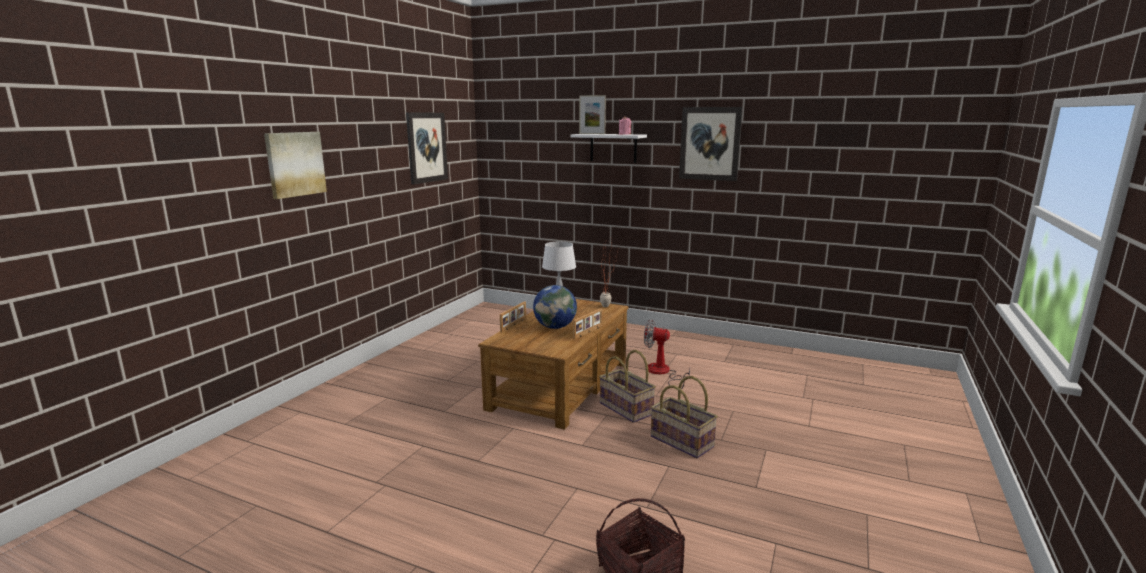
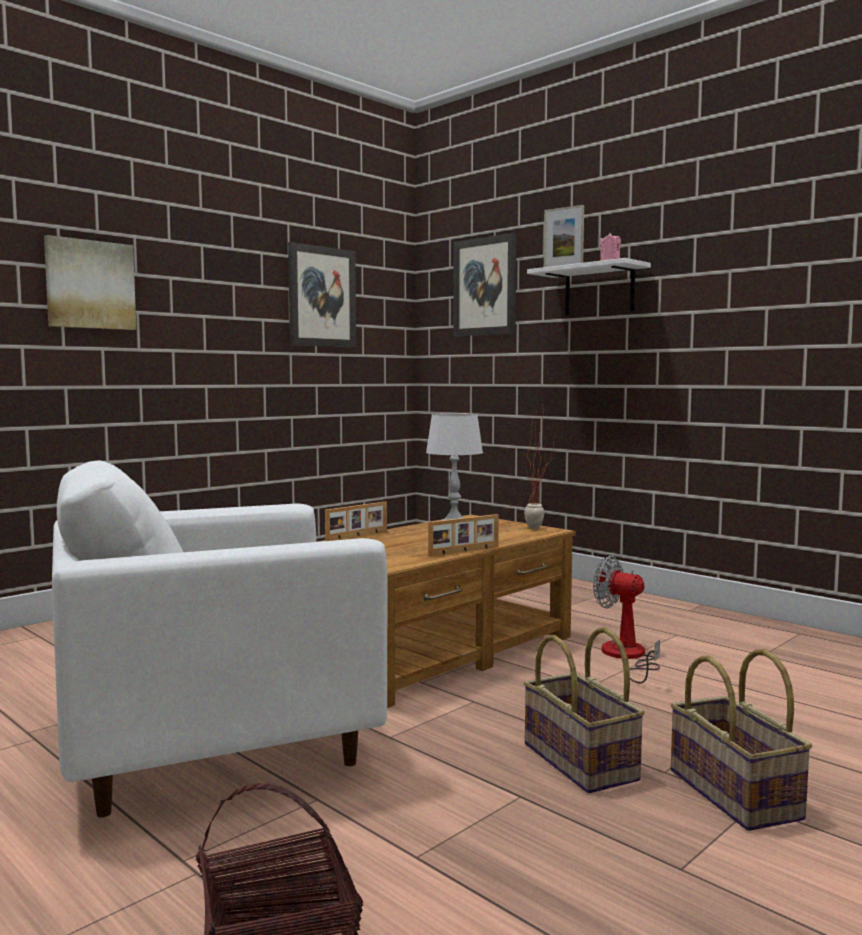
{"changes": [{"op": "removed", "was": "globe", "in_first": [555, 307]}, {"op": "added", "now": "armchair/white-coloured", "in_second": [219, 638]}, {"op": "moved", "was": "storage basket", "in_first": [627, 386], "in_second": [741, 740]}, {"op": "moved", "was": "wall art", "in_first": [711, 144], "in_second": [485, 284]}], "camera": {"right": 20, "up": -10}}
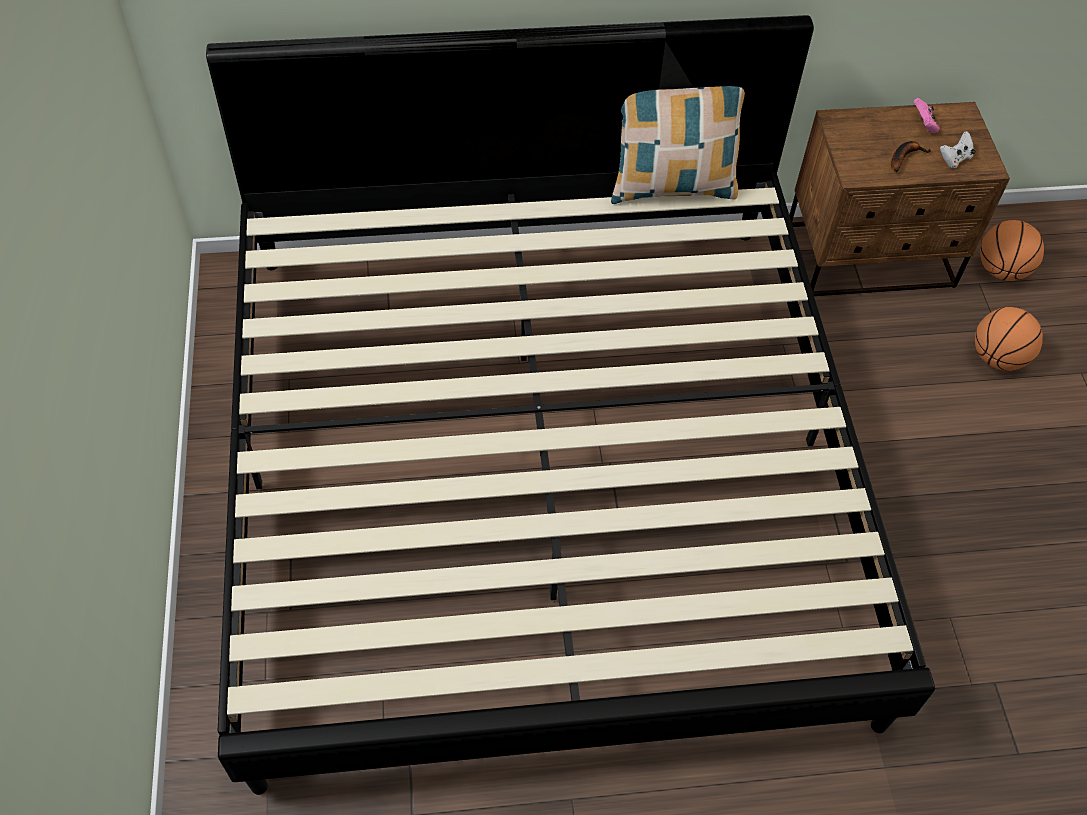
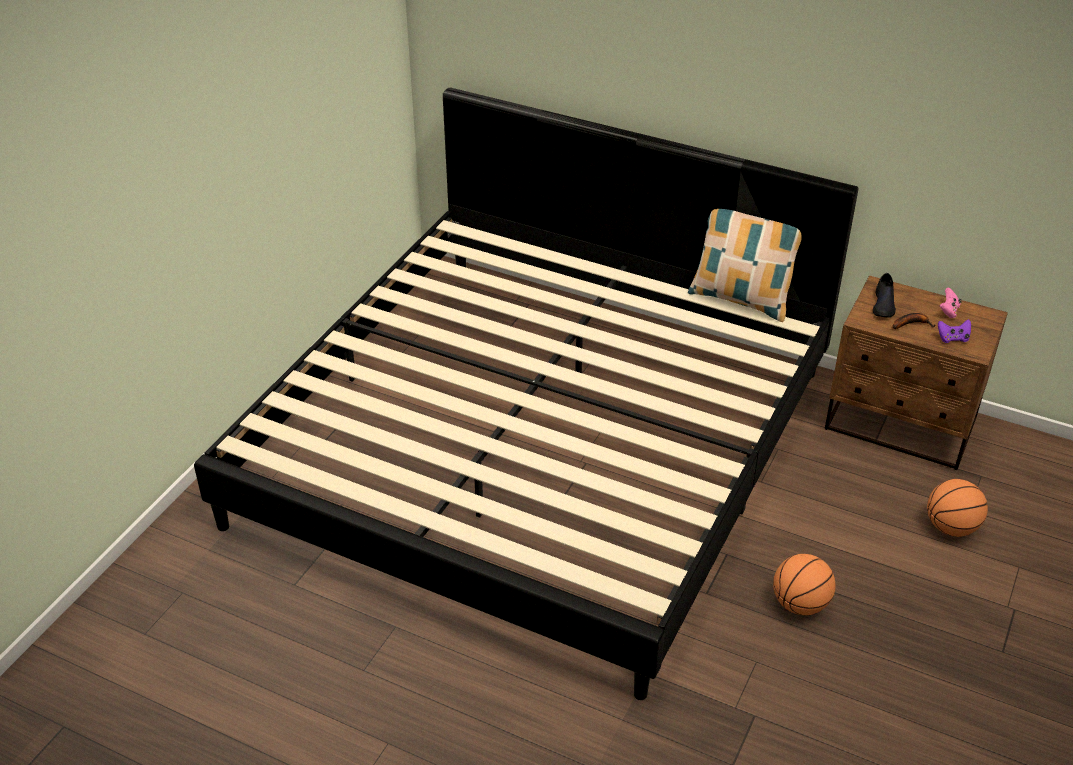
{"changes": [{"op": "added", "now": "low shoe/black", "in_second": [884, 295]}, {"op": "moved", "was": "ball for basketball", "in_first": [1012, 250], "in_second": [804, 585]}, {"op": "recoloured", "was": "gamepad/white-coloured", "now": "gamepad/purple-coloured", "in_first": [957, 149], "in_second": [954, 331]}], "camera": {"right": 35, "up": -15}}
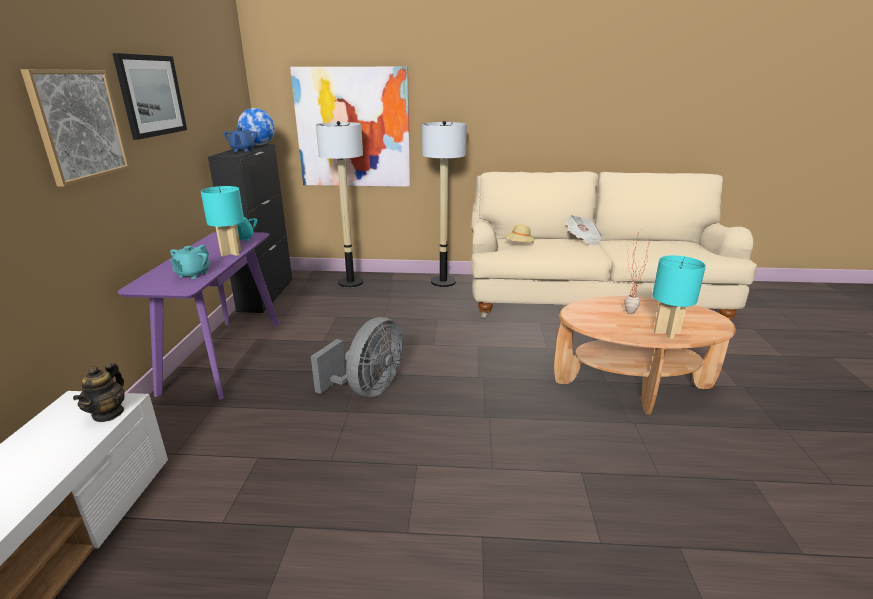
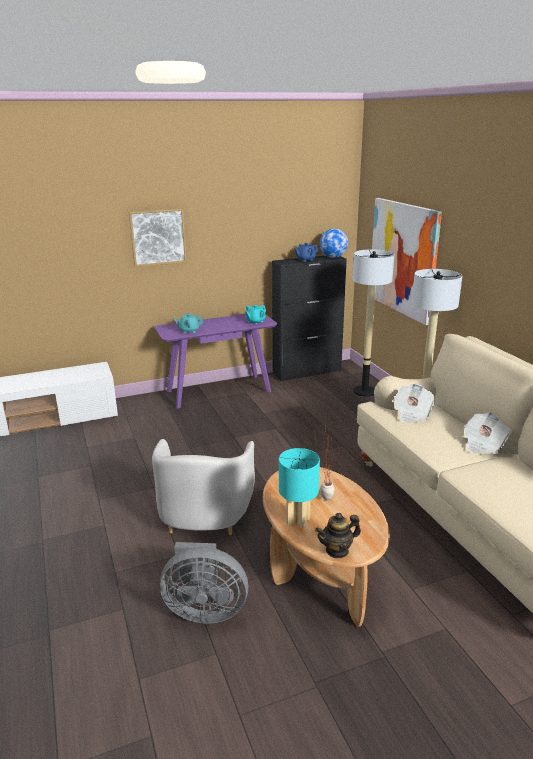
{"changes": [{"op": "removed", "was": "wall art", "in_first": [149, 96]}, {"op": "removed", "was": "lamp for a table/turquoise-coloured", "in_first": [222, 221]}, {"op": "added", "now": "armchair/white-coloured", "in_second": [203, 487]}, {"op": "moved", "was": "teapot", "in_first": [99, 392], "in_second": [338, 535]}, {"op": "moved", "was": "electric fan/grey", "in_first": [357, 357], "in_second": [204, 583]}, {"op": "replaced", "was": "clothing hat/sand-coloured", "now": "printed paper", "in_first": [520, 233], "in_second": [414, 403]}], "camera": {"right": 65, "up": 0}}
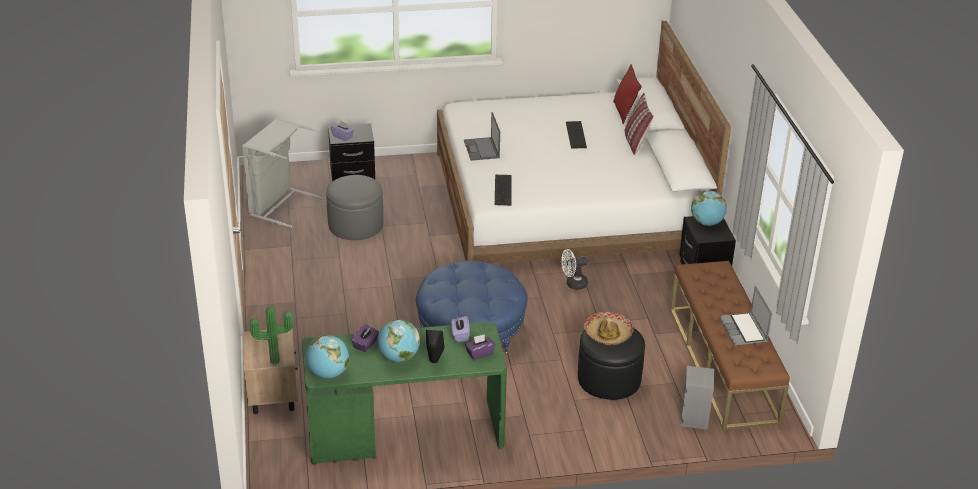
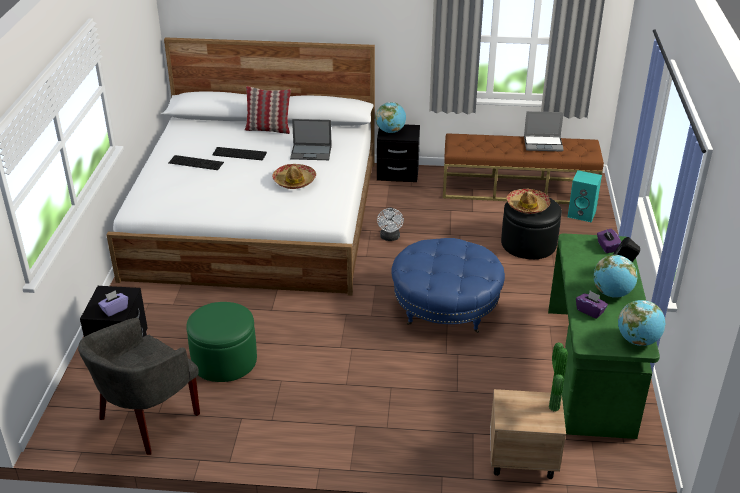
{"changes": [{"op": "removed", "was": "box of tissues/purple-coloured", "in_first": [460, 329]}, {"op": "removed", "was": "cushion/red", "in_first": [627, 94]}, {"op": "added", "now": "clothing hat", "in_second": [294, 176]}, {"op": "moved", "was": "notebook computer", "in_first": [482, 136], "in_second": [311, 139]}, {"op": "moved", "was": "computer keyboard", "in_first": [503, 190], "in_second": [196, 162]}, {"op": "replaced", "was": "washing basket/grey", "now": "armchair/grey", "in_first": [282, 173], "in_second": [139, 386]}, {"op": "recoloured", "was": "pouffe/grey", "now": "pouffe/green-coloured", "in_first": [354, 207], "in_second": [221, 342]}, {"op": "recoloured", "was": "audio speaker/grey", "now": "audio speaker/turquoise-coloured", "in_first": [697, 398], "in_second": [585, 196]}], "camera": {"right": -75, "up": 0}}
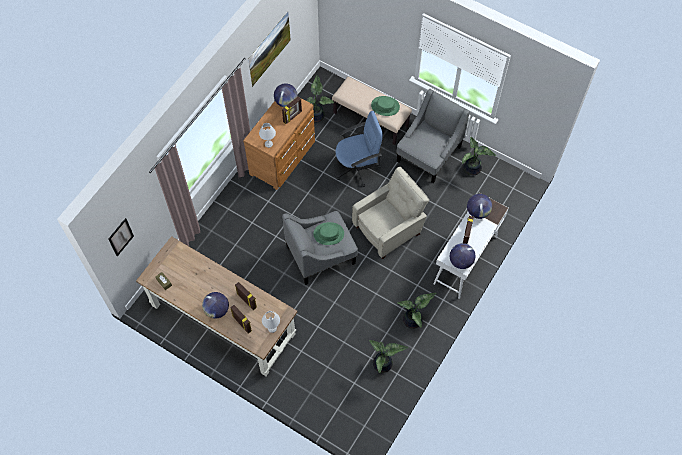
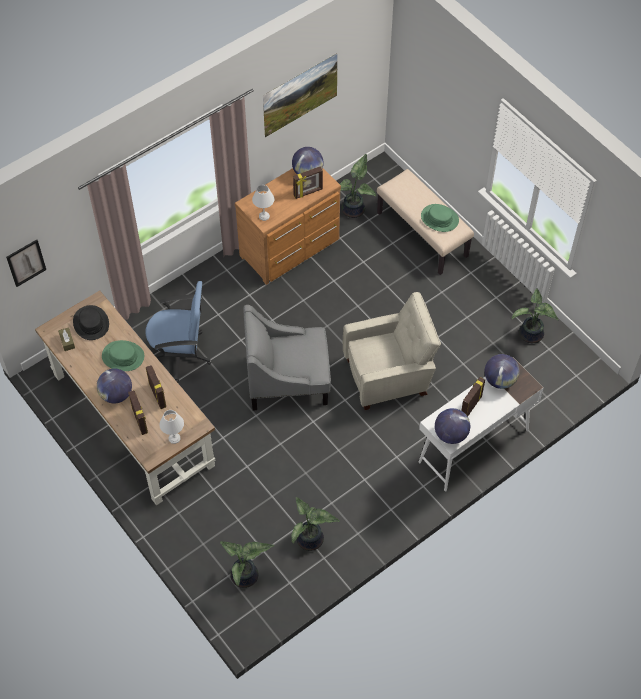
{"changes": [{"op": "removed", "was": "armchair/grey", "in_first": [433, 136]}, {"op": "added", "now": "clothing hat/black", "in_second": [91, 322]}, {"op": "moved", "was": "clothing hat/green-coloured", "in_first": [329, 233], "in_second": [123, 355]}, {"op": "moved", "was": "desk chair/blue", "in_first": [359, 149], "in_second": [178, 332]}, {"op": "moved", "was": "houseplant", "in_first": [416, 311], "in_second": [247, 564]}], "camera": {"right": 20, "up": -5}}
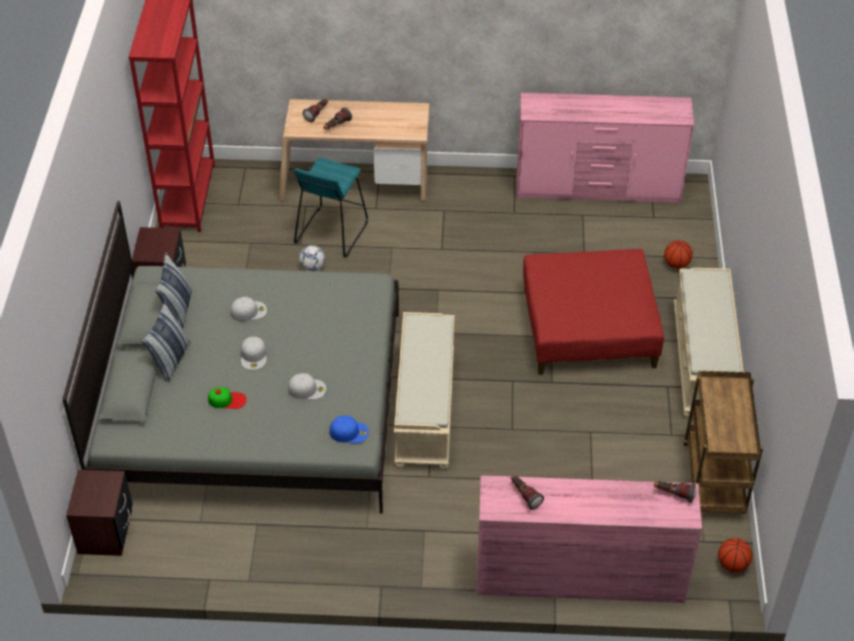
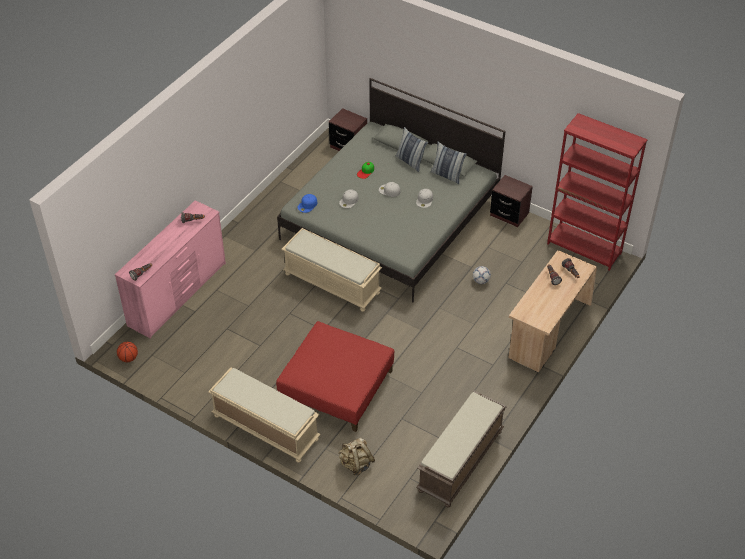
{"changes": [{"op": "removed", "was": "sitting stool/turquoise-coloured", "in_first": [331, 207]}, {"op": "removed", "was": "wheeled cart/brown-coloured", "in_first": [723, 442]}, {"op": "replaced", "was": "drawer chest/pink-coloured", "now": "long seat/brown-coloured", "in_first": [605, 148], "in_second": [461, 449]}, {"op": "replaced", "was": "ball for basketball", "now": "backpack/sand-coloured", "in_first": [678, 254], "in_second": [357, 457]}], "camera": {"right": 120, "up": 0}}
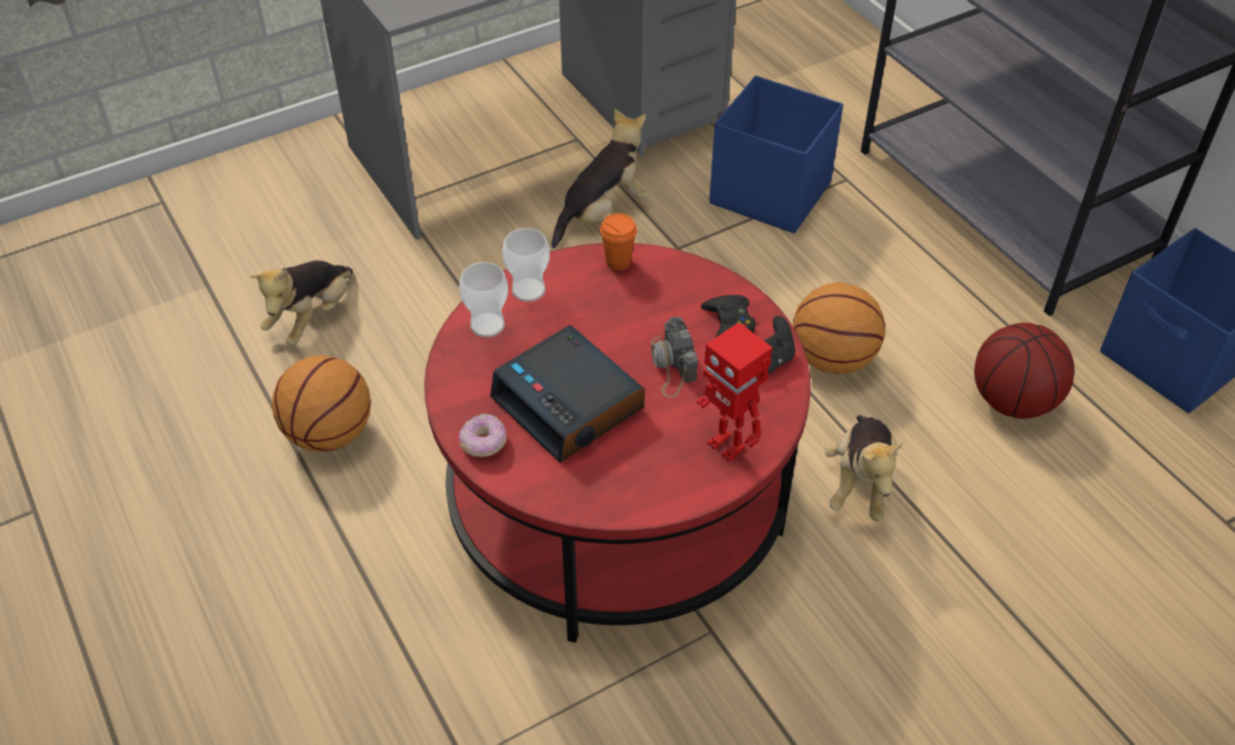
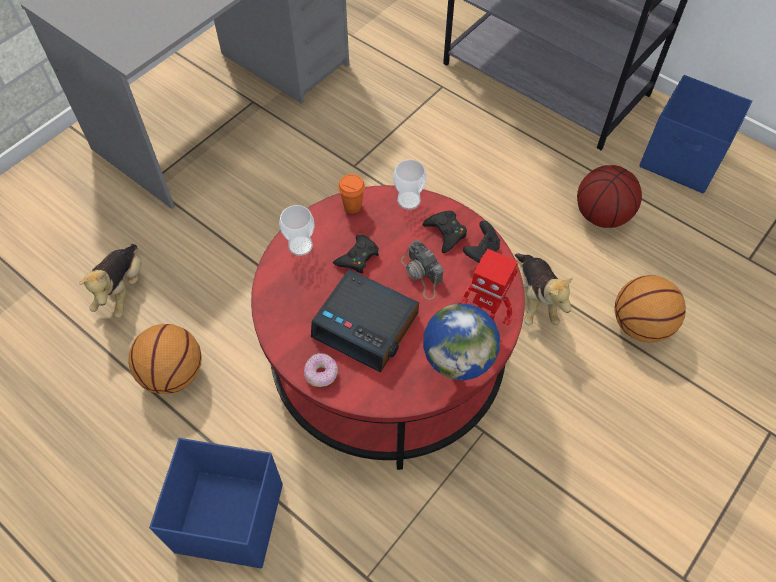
{"changes": [{"op": "removed", "was": "soft toy", "in_first": [600, 178]}, {"op": "added", "now": "gamepad/black", "in_second": [356, 254]}, {"op": "added", "now": "globe", "in_second": [461, 341]}, {"op": "moved", "was": "drinking cup", "in_first": [483, 299], "in_second": [410, 184]}, {"op": "moved", "was": "storage container/blue", "in_first": [776, 154], "in_second": [216, 503]}, {"op": "moved", "was": "ball for basketball", "in_first": [839, 328], "in_second": [650, 309]}], "camera": {"right": -20, "up": 10}}
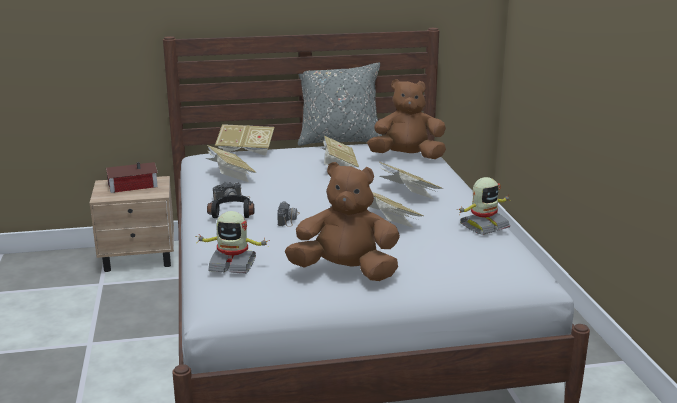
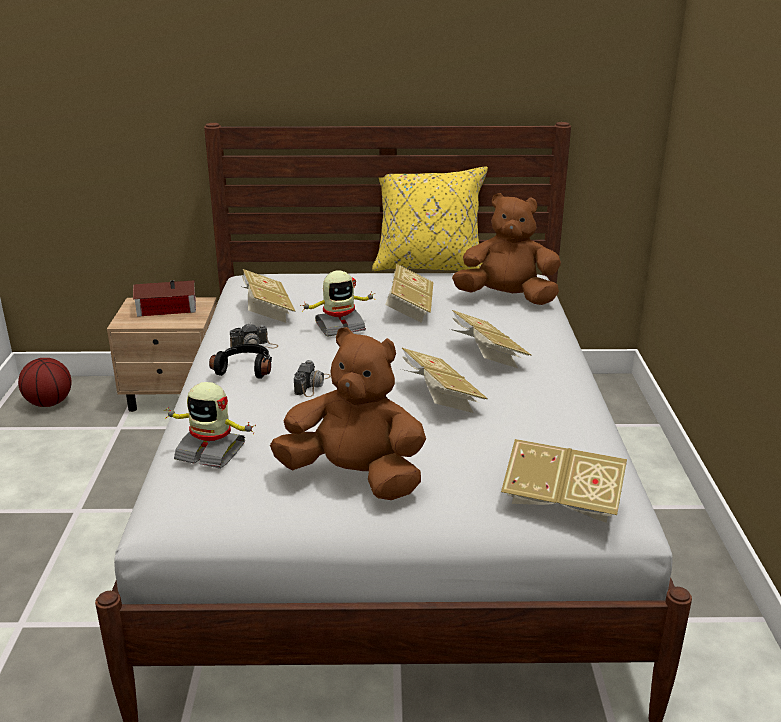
{"changes": [{"op": "added", "now": "ball for basketball", "in_second": [45, 382]}, {"op": "moved", "was": "book", "in_first": [245, 140], "in_second": [564, 481]}, {"op": "moved", "was": "robot figure", "in_first": [484, 206], "in_second": [338, 303]}, {"op": "recoloured", "was": "cushion/grey", "now": "cushion/yellow", "in_first": [340, 104], "in_second": [430, 219]}], "camera": {"right": 10, "up": 5}}
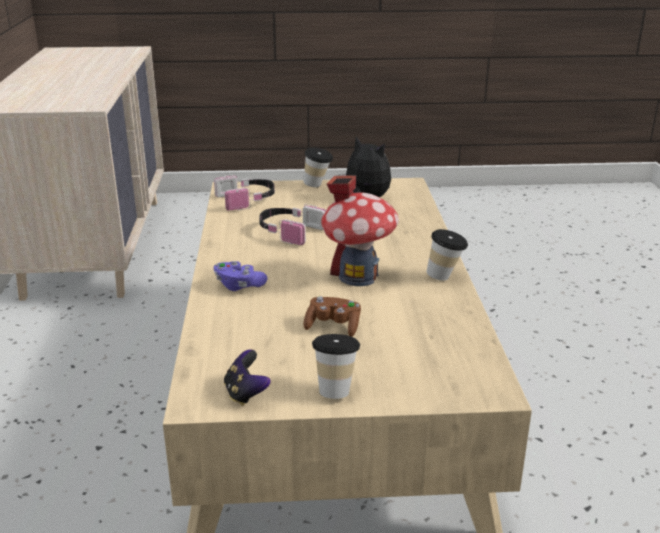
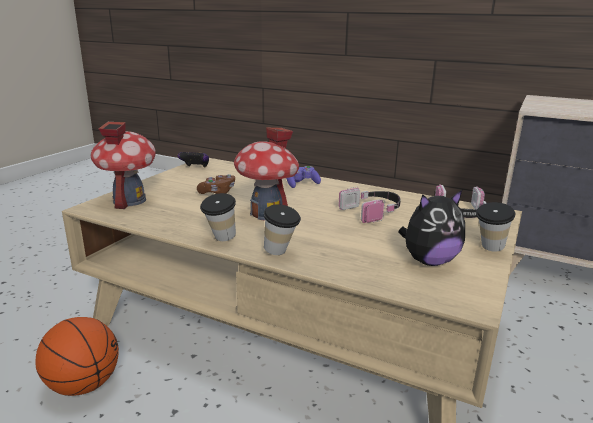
{"changes": [{"op": "added", "now": "ball for basketball", "in_second": [77, 356]}, {"op": "added", "now": "model house", "in_second": [123, 165]}, {"op": "moved", "was": "drinking cup", "in_first": [336, 366], "in_second": [282, 229]}], "camera": {"right": 120, "up": -5}}
